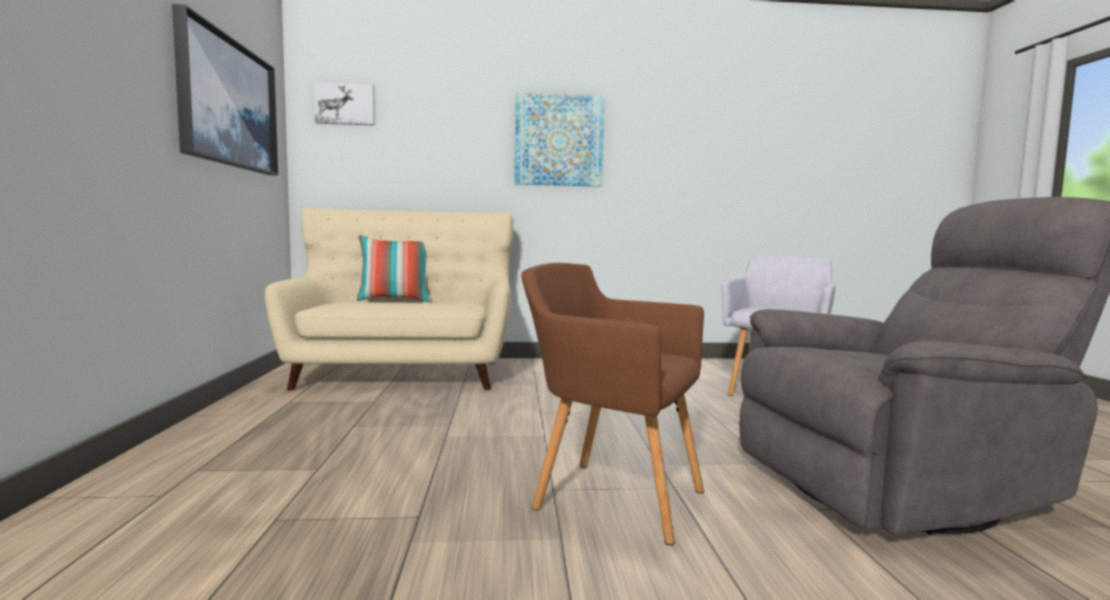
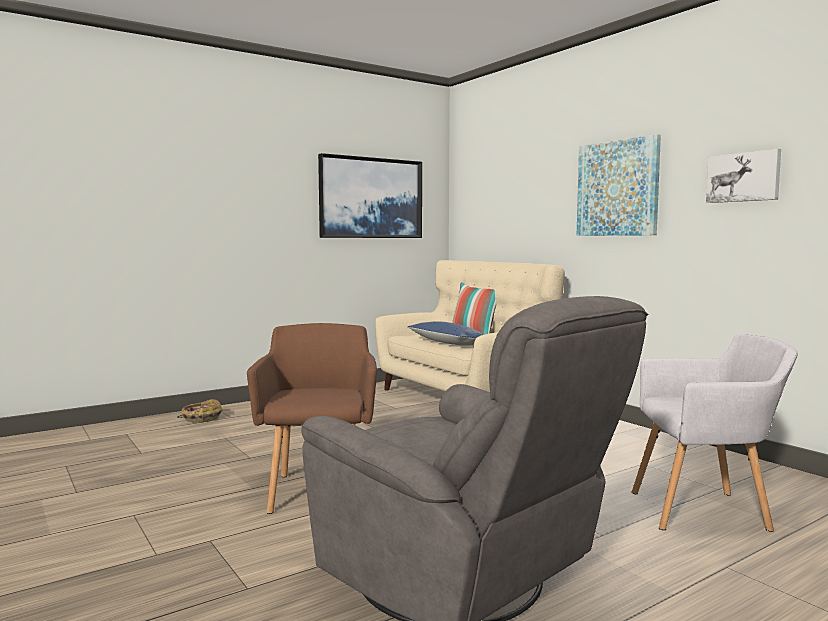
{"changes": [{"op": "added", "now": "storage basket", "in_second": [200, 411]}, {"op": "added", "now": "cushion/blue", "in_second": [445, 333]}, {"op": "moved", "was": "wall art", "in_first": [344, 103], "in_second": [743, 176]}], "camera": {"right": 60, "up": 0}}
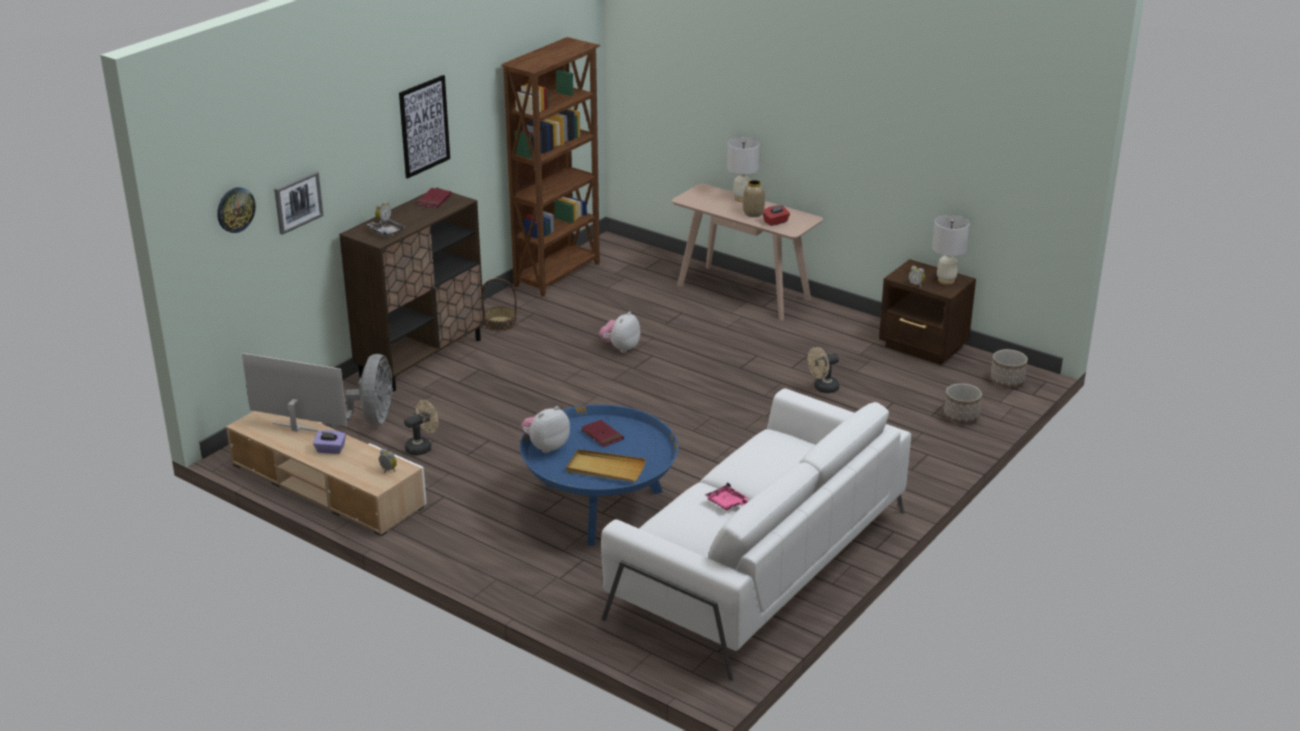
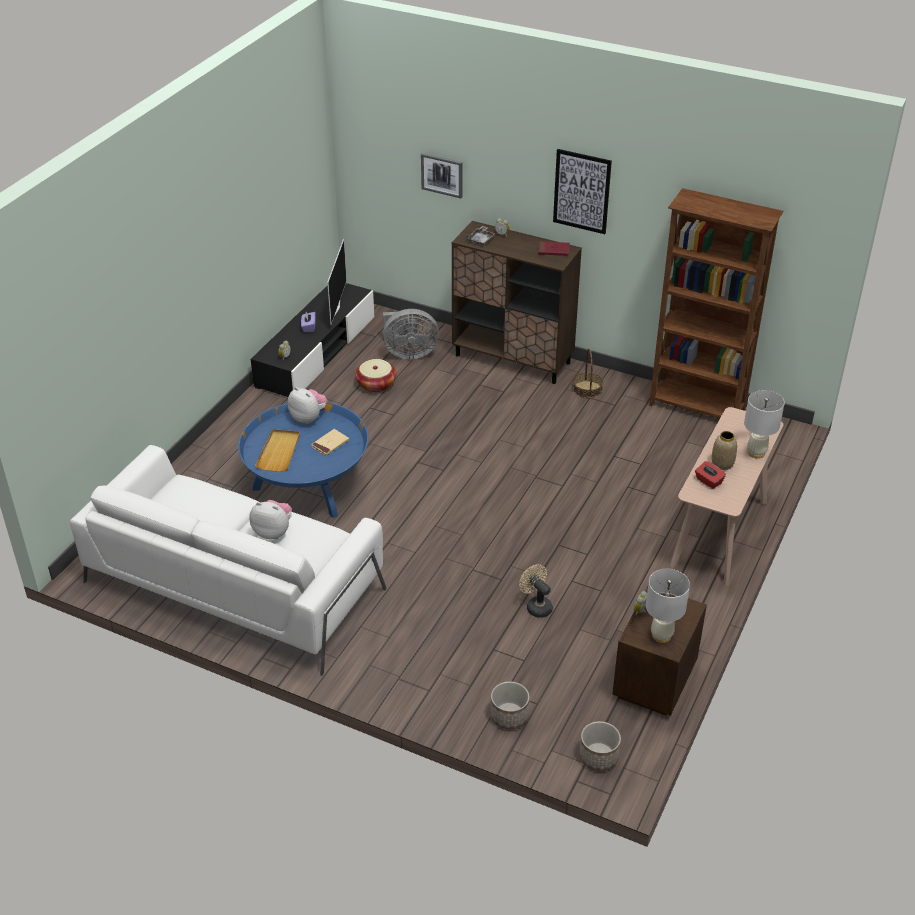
{"changes": [{"op": "removed", "was": "clock on the wall", "in_first": [236, 210]}, {"op": "removed", "was": "serving tray/pink-coloured", "in_first": [727, 496]}, {"op": "moved", "was": "soft toy", "in_first": [619, 332], "in_second": [270, 519]}, {"op": "replaced", "was": "electric fan/sand-coloured", "now": "storage basket", "in_first": [421, 428], "in_second": [375, 375]}, {"op": "recoloured", "was": "tv unit/sand-coloured", "now": "tv unit/black", "in_first": [326, 474], "in_second": [312, 340]}, {"op": "recoloured", "was": "book/red", "now": "book/sand-coloured", "in_first": [602, 433], "in_second": [330, 442]}], "camera": {"right": 80, "up": 10}}
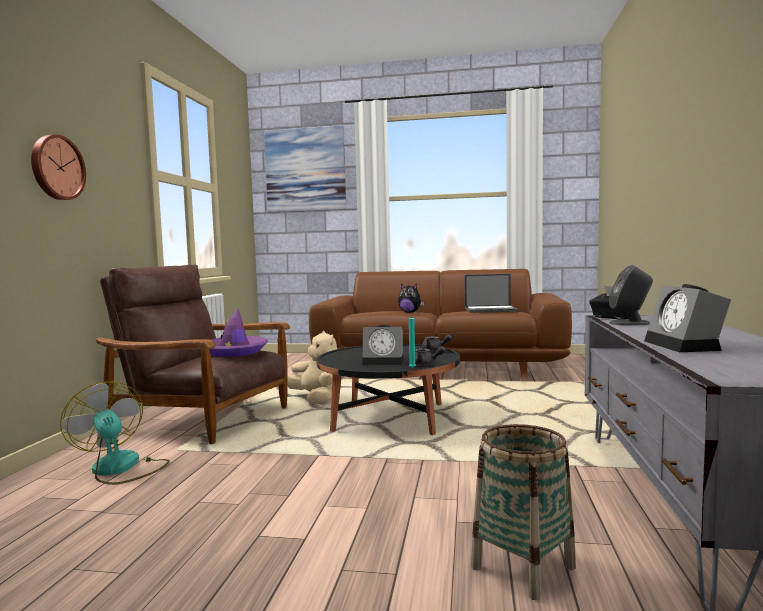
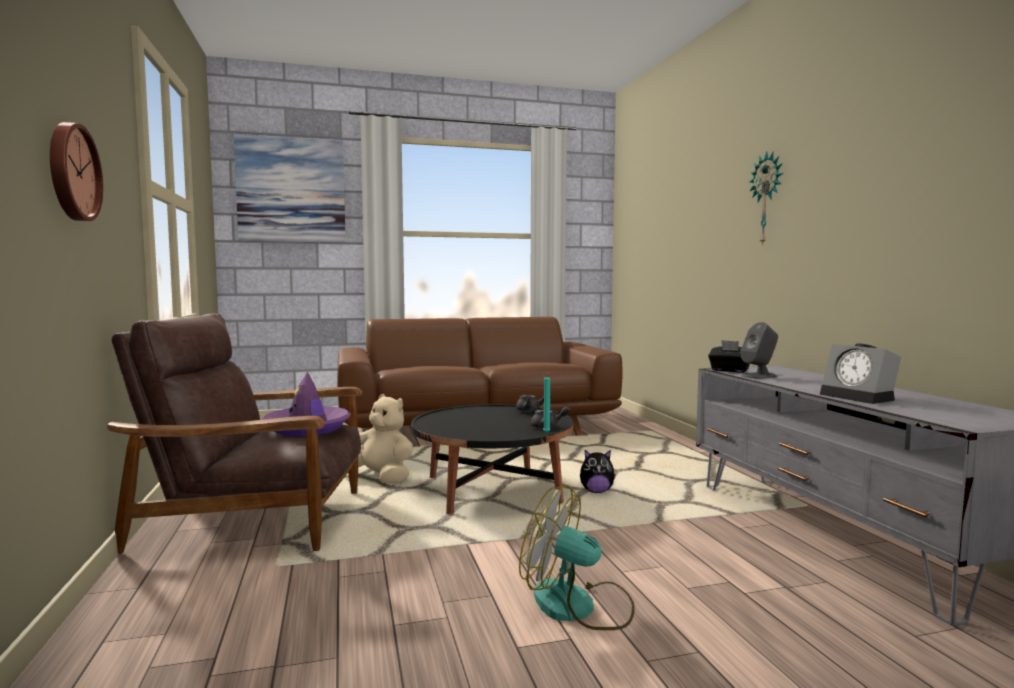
{"changes": [{"op": "removed", "was": "alarm clock", "in_first": [382, 345]}, {"op": "removed", "was": "notebook computer", "in_first": [492, 293]}, {"op": "removed", "was": "storage basket", "in_first": [523, 512]}, {"op": "added", "now": "clock on the wall", "in_second": [766, 198]}, {"op": "moved", "was": "electric fan", "in_first": [115, 433], "in_second": [577, 557]}, {"op": "moved", "was": "soft toy", "in_first": [411, 298], "in_second": [598, 471]}], "camera": {"right": -25, "up": 0}}
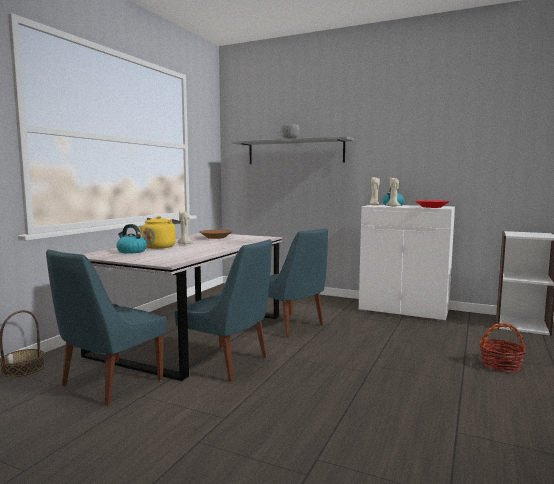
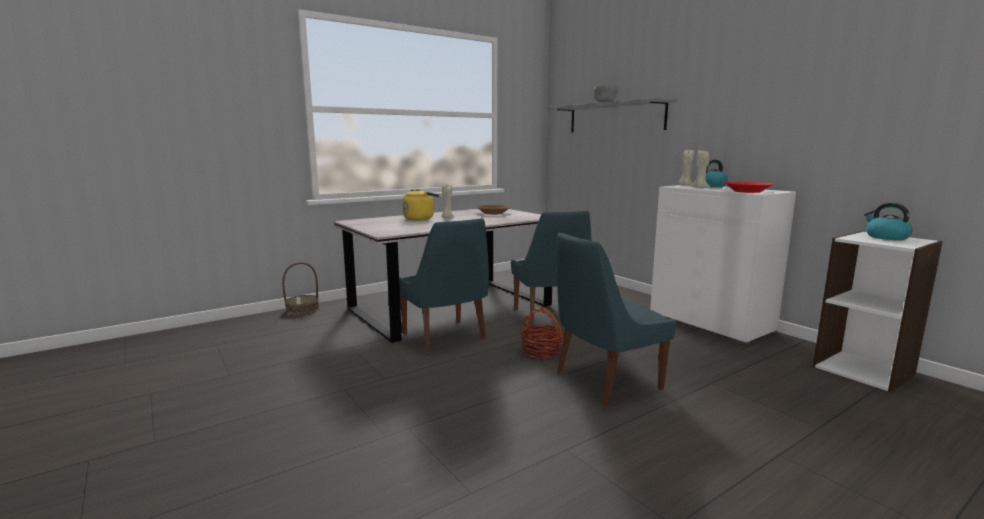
{"changes": [{"op": "moved", "was": "chair/blue", "in_first": [106, 327], "in_second": [617, 319]}, {"op": "moved", "was": "water kettle", "in_first": [131, 239], "in_second": [888, 221]}, {"op": "moved", "was": "storage basket", "in_first": [502, 347], "in_second": [542, 333]}], "camera": {"right": 30, "up": 5}}
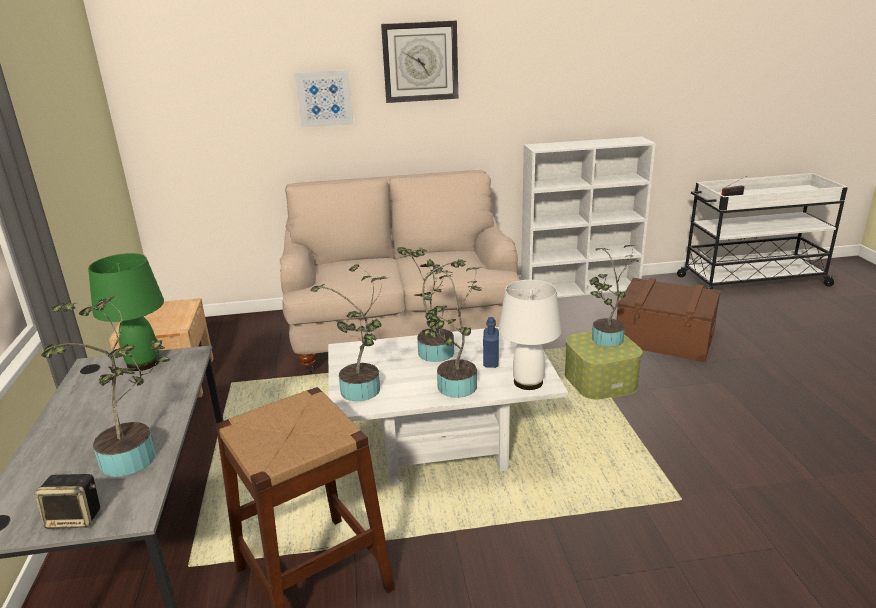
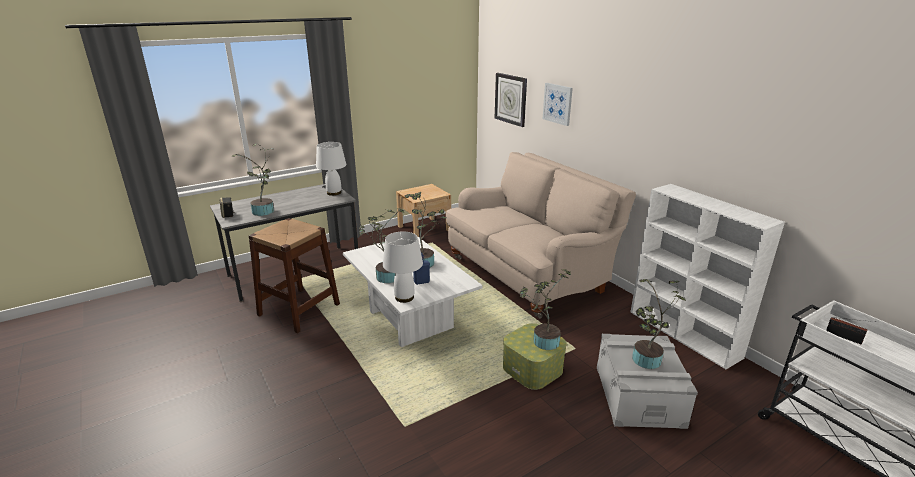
{"changes": [{"op": "moved", "was": "houseplant", "in_first": [349, 332], "in_second": [659, 324]}, {"op": "moved", "was": "clock on the wall", "in_first": [419, 62], "in_second": [511, 100]}, {"op": "recoloured", "was": "lamp for a table/green-coloured", "now": "lamp for a table/white-coloured", "in_first": [126, 312], "in_second": [331, 169]}, {"op": "recoloured", "was": "storage container/brown-coloured", "now": "storage container/grey", "in_first": [669, 319], "in_second": [647, 381]}], "camera": {"right": 65, "up": 0}}
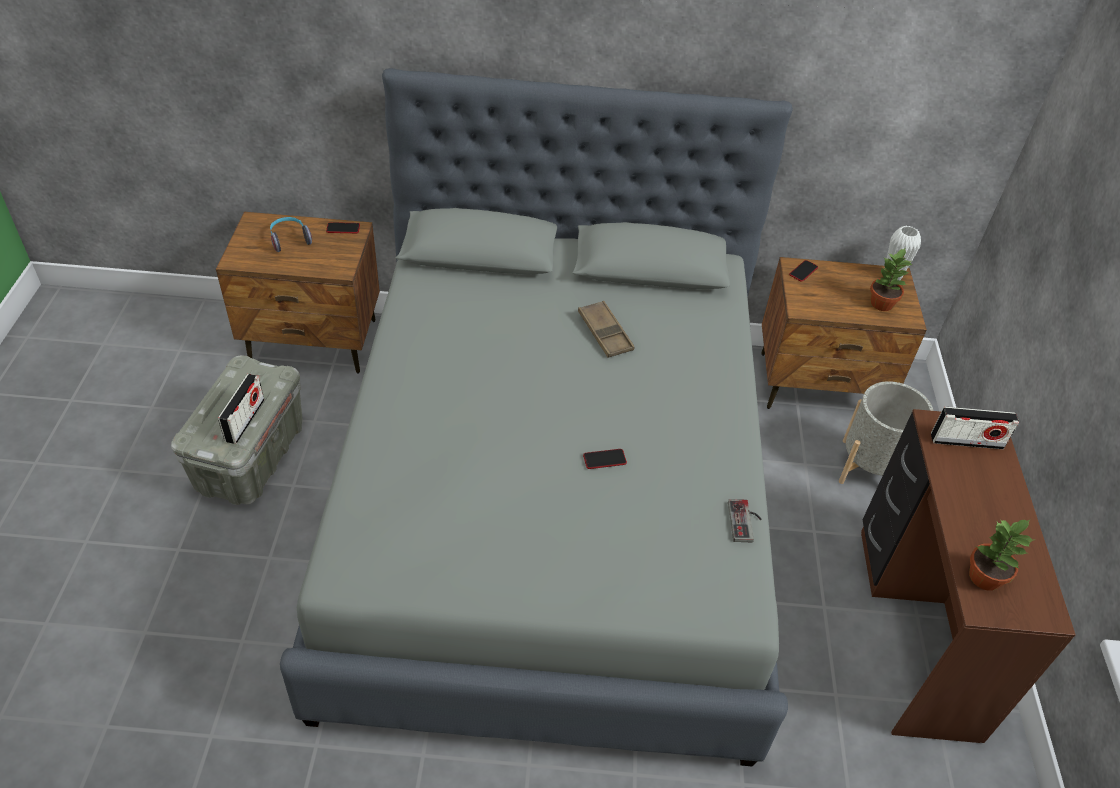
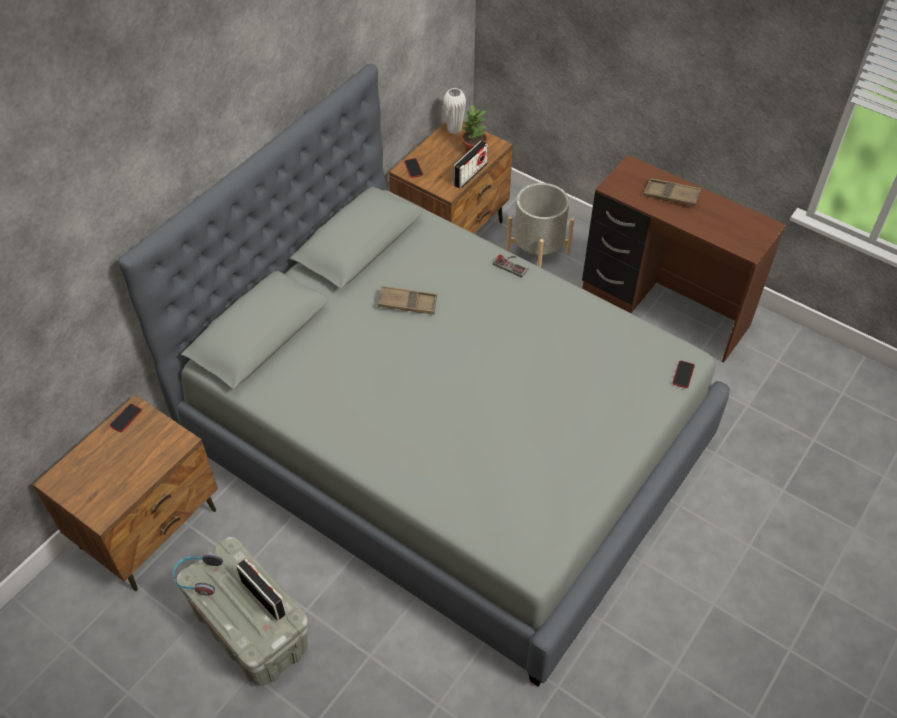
{"changes": [{"op": "removed", "was": "houseplant", "in_first": [1001, 555]}, {"op": "added", "now": "serving tray/brown-coloured", "in_second": [672, 192]}, {"op": "moved", "was": "pair of headphones", "in_first": [291, 234], "in_second": [198, 574]}, {"op": "moved", "was": "phone", "in_first": [605, 459], "in_second": [683, 374]}, {"op": "moved", "was": "gamepad", "in_first": [745, 520], "in_second": [510, 266]}, {"op": "moved", "was": "radio set", "in_first": [975, 428], "in_second": [470, 165]}], "camera": {"right": -55, "up": 5}}
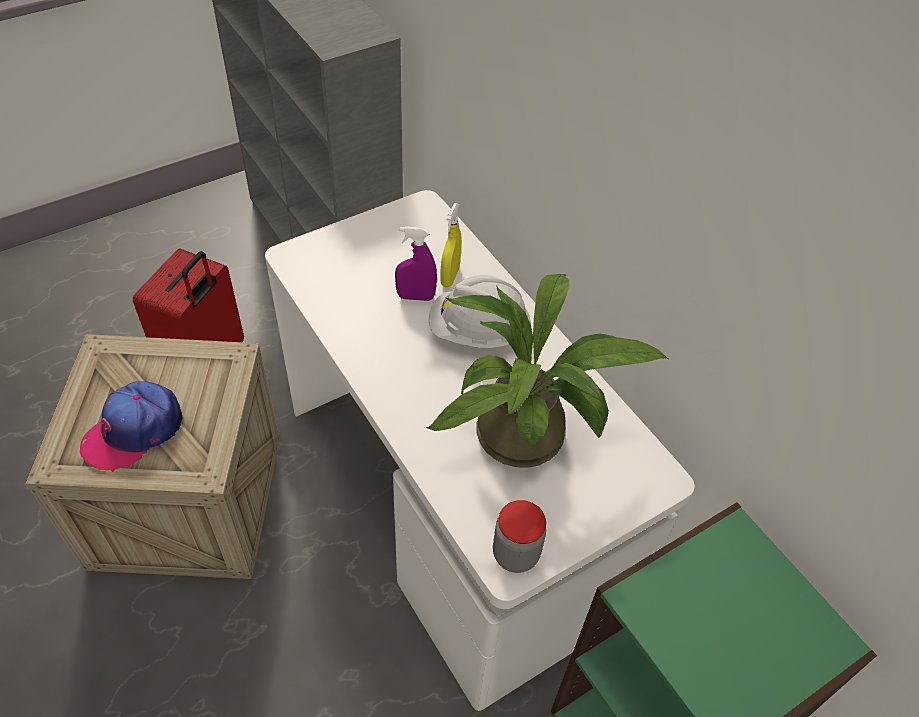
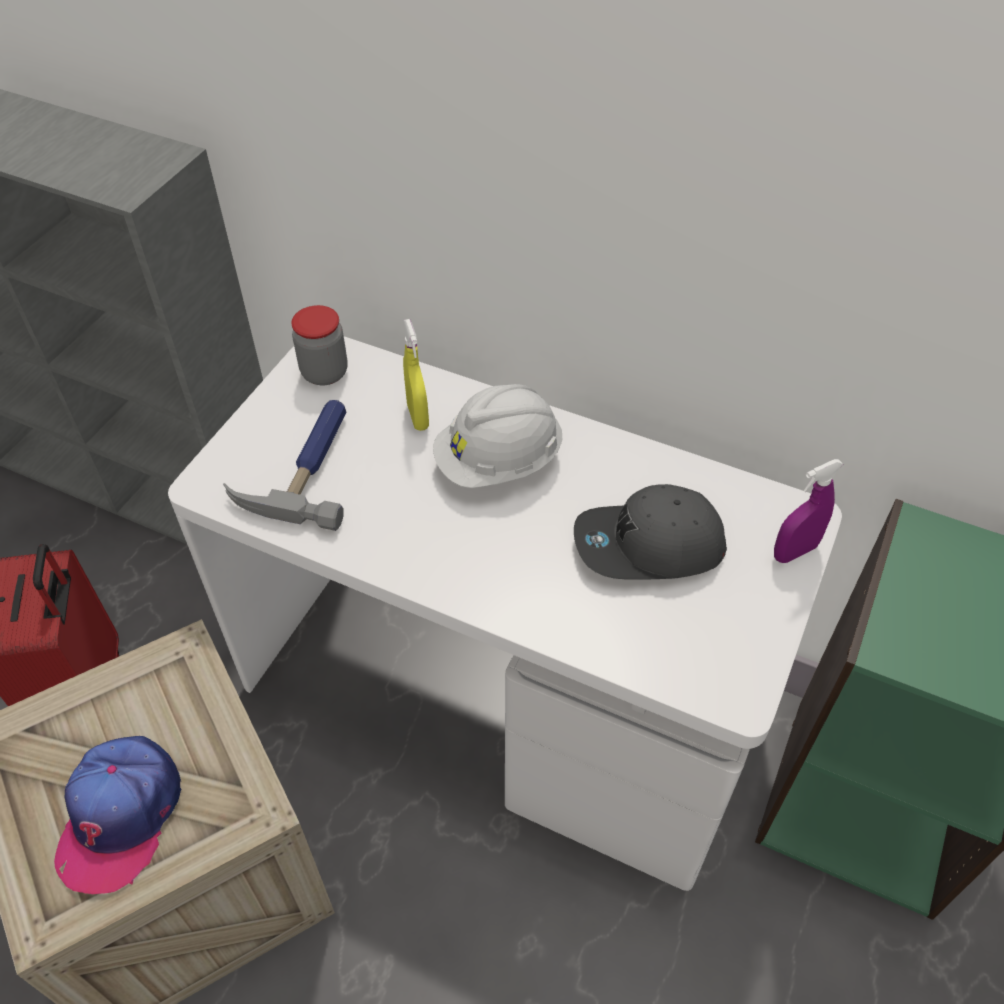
{"changes": [{"op": "added", "now": "tool hammer", "in_second": [284, 465]}, {"op": "moved", "was": "spray bottle/purple-coloured", "in_first": [416, 263], "in_second": [808, 511]}, {"op": "moved", "was": "preserve jar", "in_first": [519, 536], "in_second": [319, 345]}, {"op": "replaced", "was": "houseplant", "now": "peaked cap/grey", "in_first": [547, 371], "in_second": [650, 532]}], "camera": {"right": -30, "up": 0}}
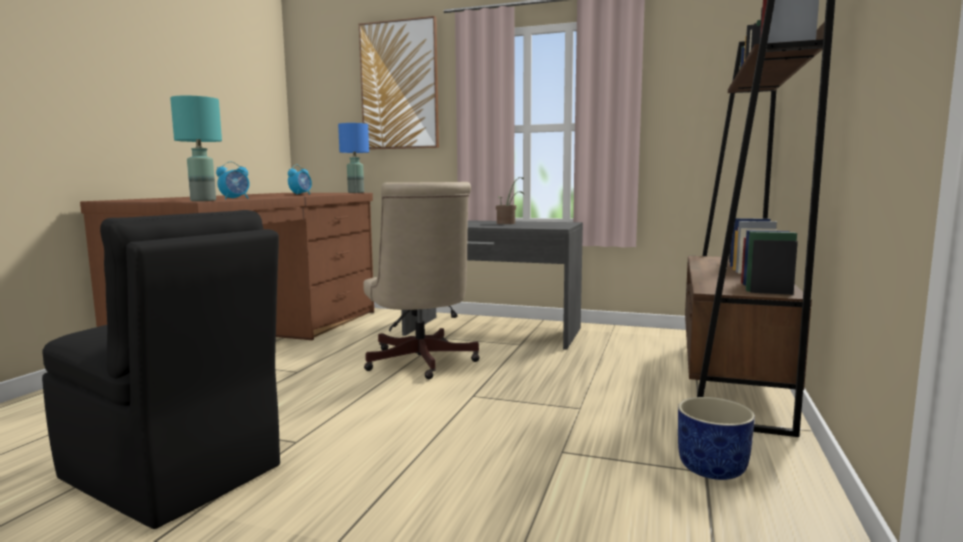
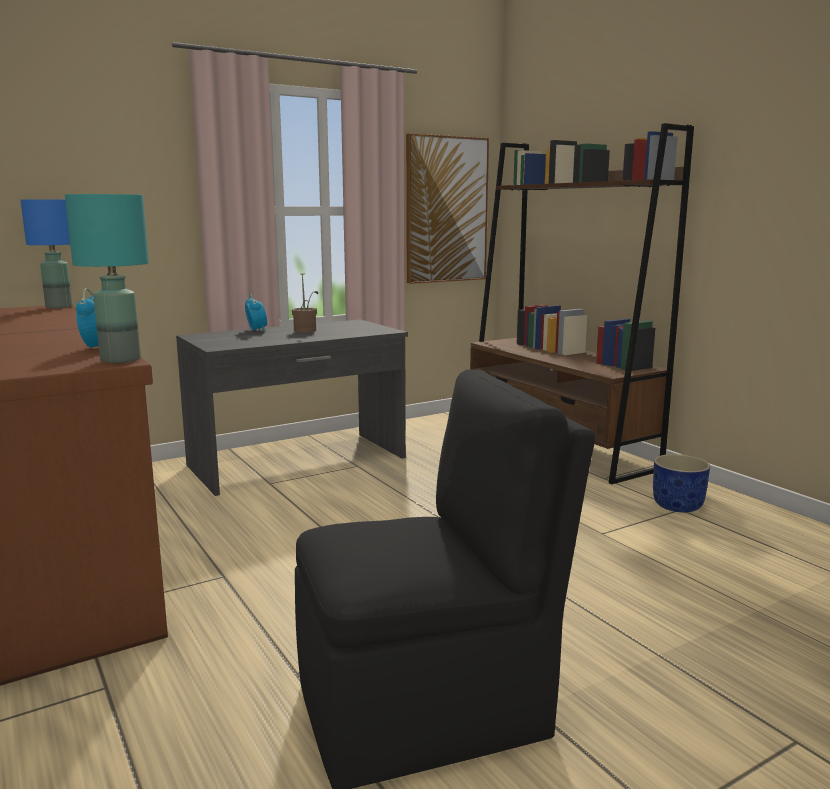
{"changes": [{"op": "removed", "was": "desk chair/sand-coloured", "in_first": [422, 280]}, {"op": "moved", "was": "alarm clock", "in_first": [300, 179], "in_second": [256, 313]}, {"op": "moved", "was": "wall art", "in_first": [399, 83], "in_second": [447, 209]}], "camera": {"right": -50, "up": 5}}
